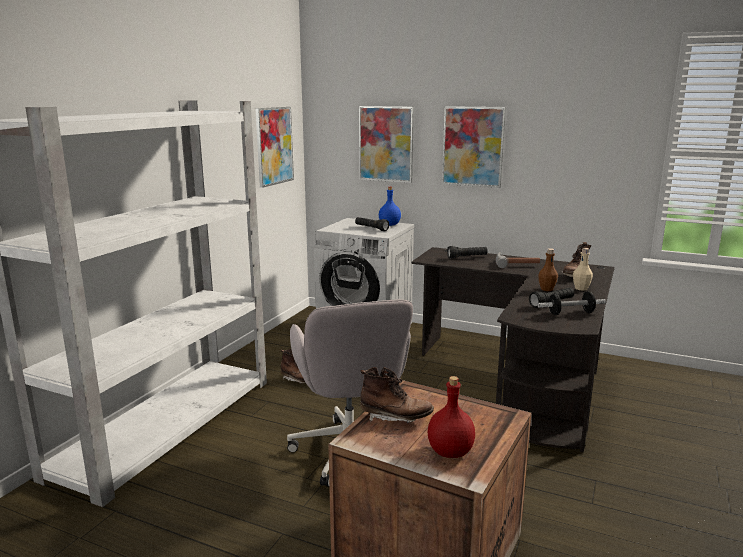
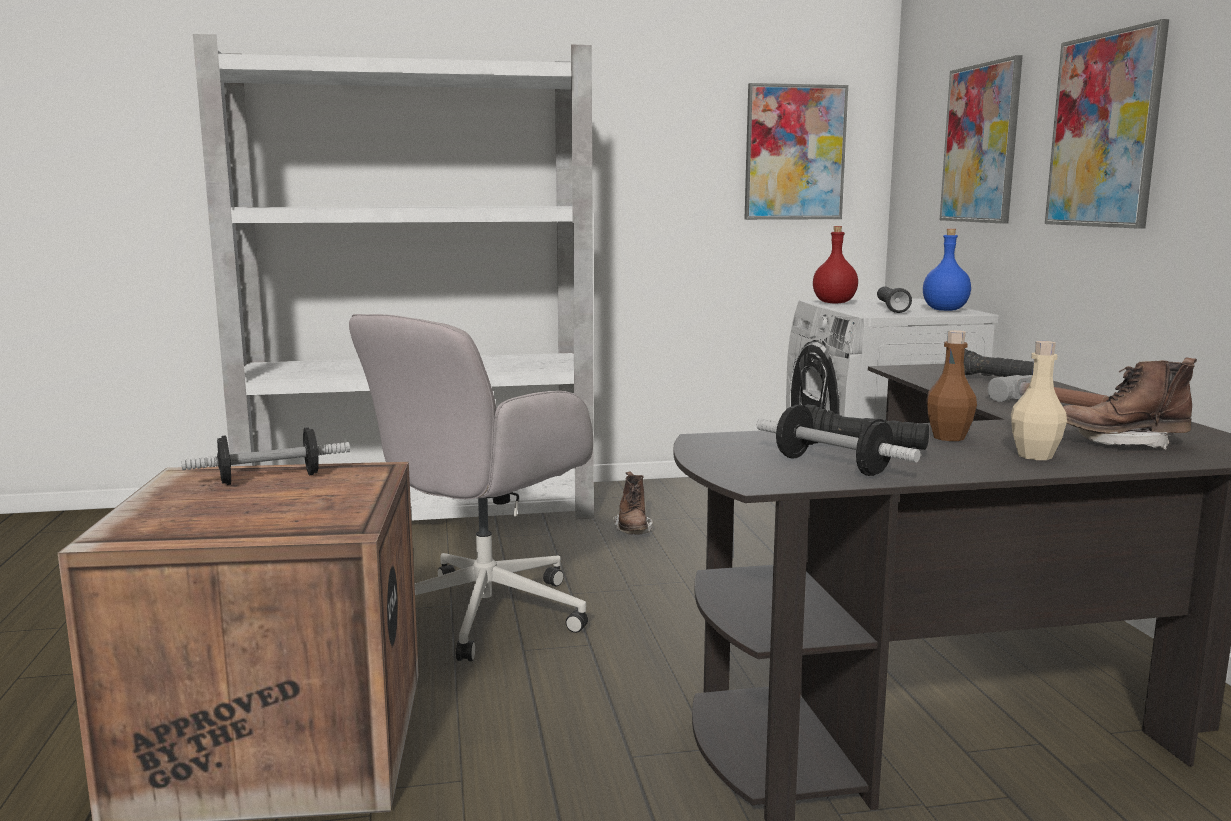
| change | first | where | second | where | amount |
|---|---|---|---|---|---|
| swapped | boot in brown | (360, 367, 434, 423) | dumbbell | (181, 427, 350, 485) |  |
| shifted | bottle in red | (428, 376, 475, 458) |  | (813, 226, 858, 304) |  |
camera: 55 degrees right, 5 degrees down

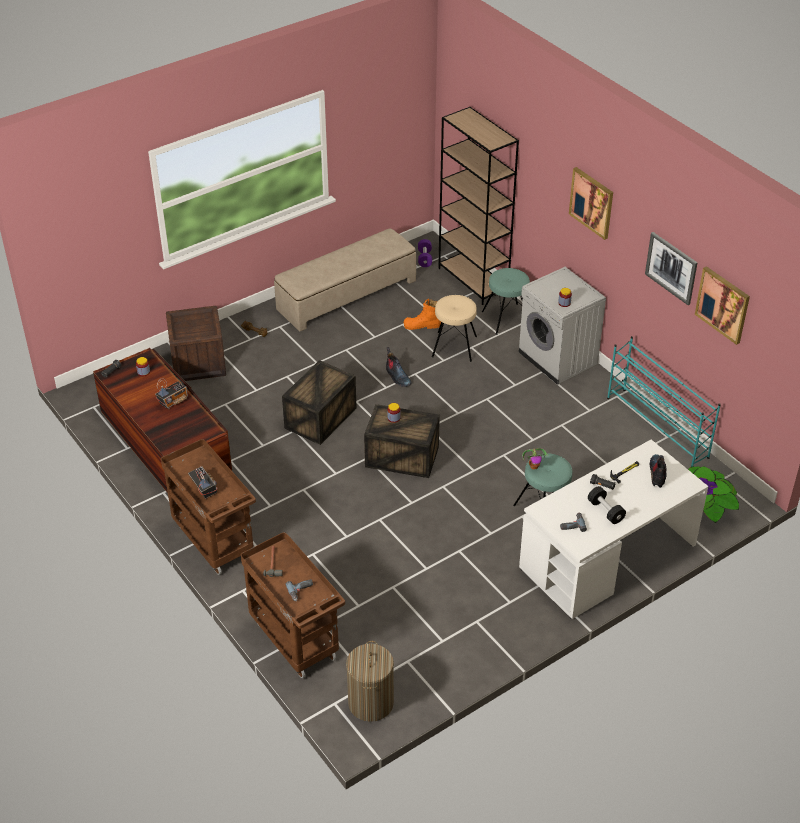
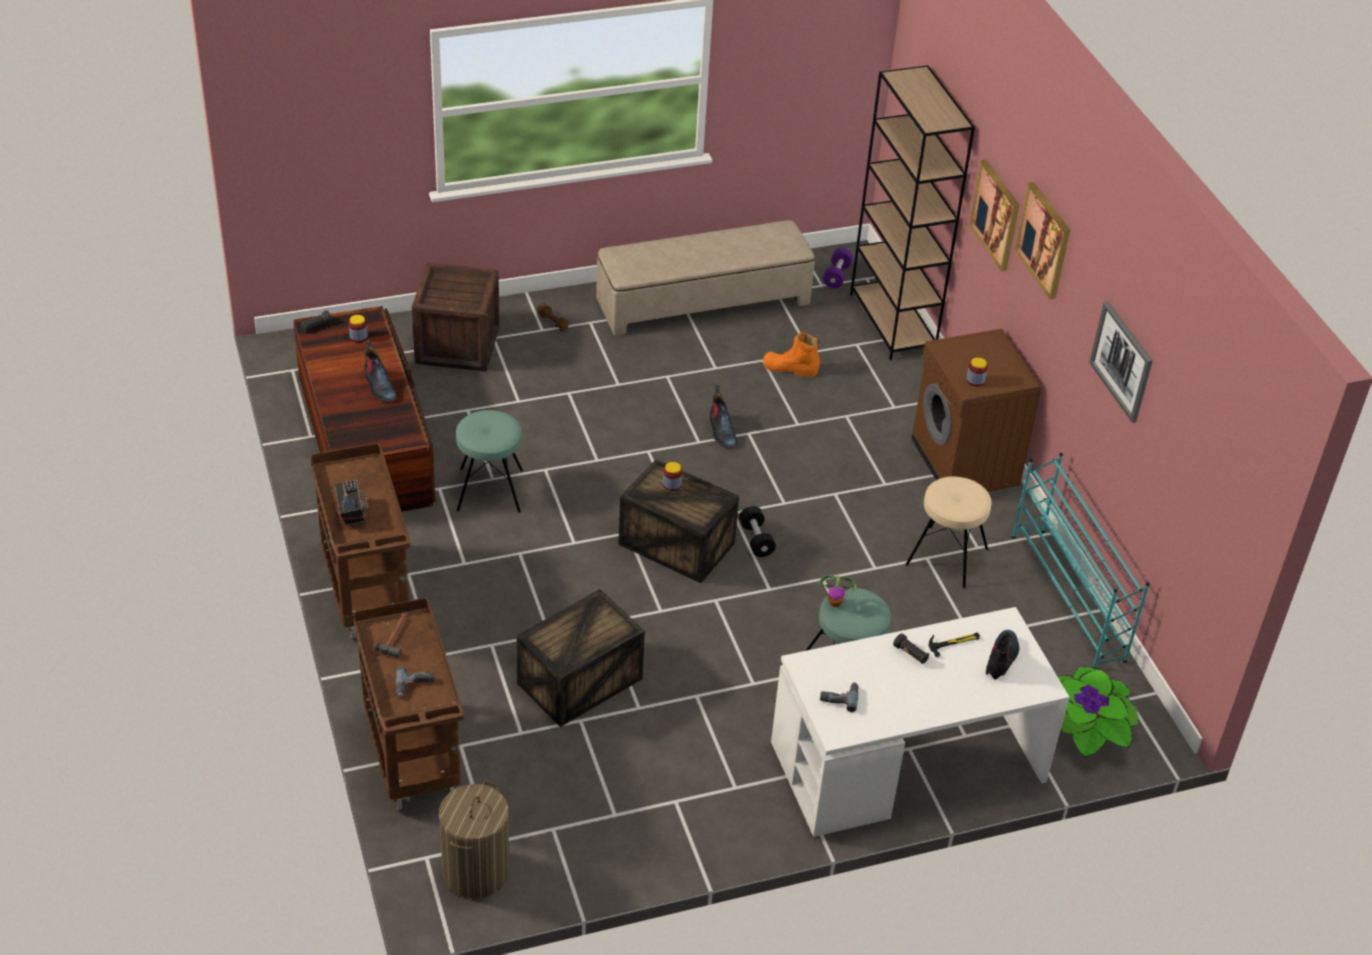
| change | first | where | second | where | amount |
|---|---|---|---|---|---|
| swapped | radio | (155, 378, 188, 409) | boot | (364, 339, 397, 402) |  |
| shifted | crate | (282, 360, 356, 445) |  | (516, 589, 645, 727) |  |
| shifted | stool in beige | (432, 295, 477, 362) |  | (905, 476, 992, 588) |  |
| shifted | stool in turquoise | (482, 268, 530, 335) |  | (456, 410, 523, 513) |  |
| repainted | washing machine in white | (519, 267, 606, 385) | washing machine in brown | (912, 329, 1042, 492) |  |
| shifted | dumbbell in black | (588, 486, 626, 524) |  | (739, 506, 776, 557) |  |
| shifted | picture | (695, 266, 750, 345) |  | (969, 160, 1020, 271) |  |
camera: 15 degrees right, 0 degrees up

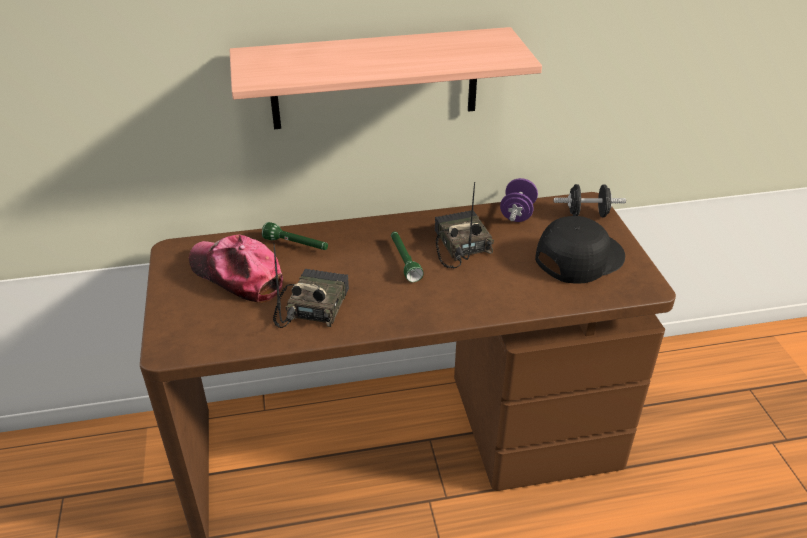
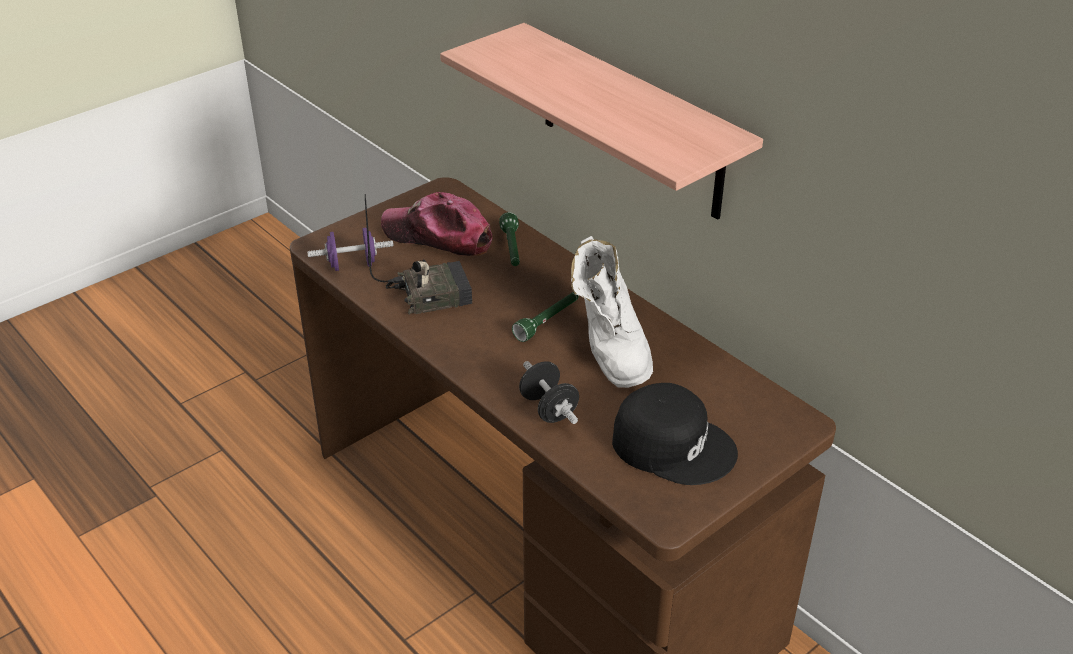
| change | first | where | second | where | amount |
|---|---|---|---|---|---|
| rotated | cap | (189, 234, 283, 303) |  | (381, 192, 492, 256) | 75 degrees counterclockwise |
| swapped | radio | (435, 182, 494, 268) | boot in white | (571, 236, 653, 388) |  |
| shifted | dumbbell in purple | (500, 178, 538, 222) |  | (307, 228, 394, 271) |  |
| shifted | dumbbell in black | (554, 184, 626, 217) |  | (519, 361, 579, 424) |  |
camera: 60 degrees right, 0 degrees up

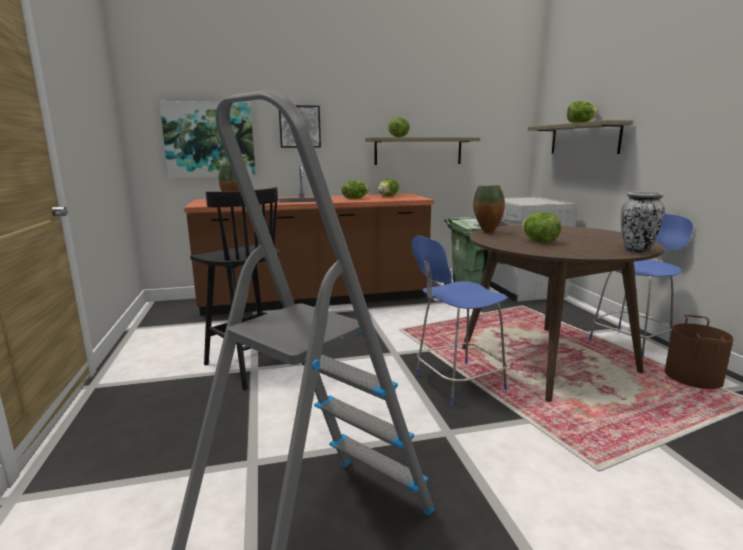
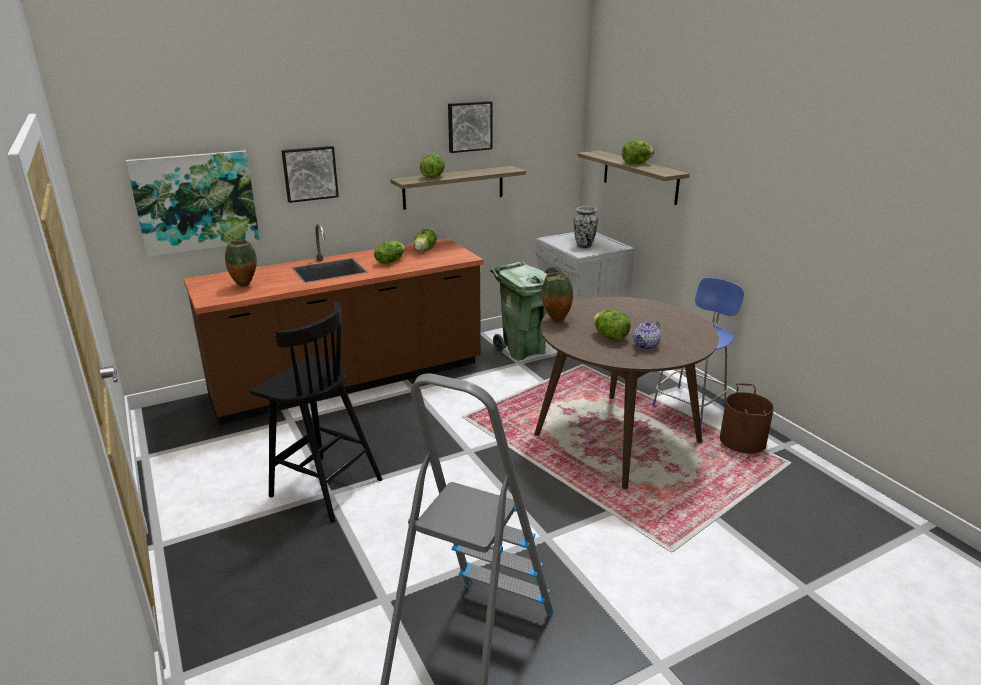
| change | first | where | second | where | amount |
|---|---|---|---|---|---|
| gone | chair in blue | (411, 236, 507, 406) |  |  |  |
| shifted | vase | (621, 192, 665, 254) |  | (574, 206, 598, 248) |  |
| new |  |  | picture | (448, 101, 492, 153) |  |
| new |  |  | teapot | (633, 321, 661, 350) |  |
camera: 15 degrees left, 10 degrees up

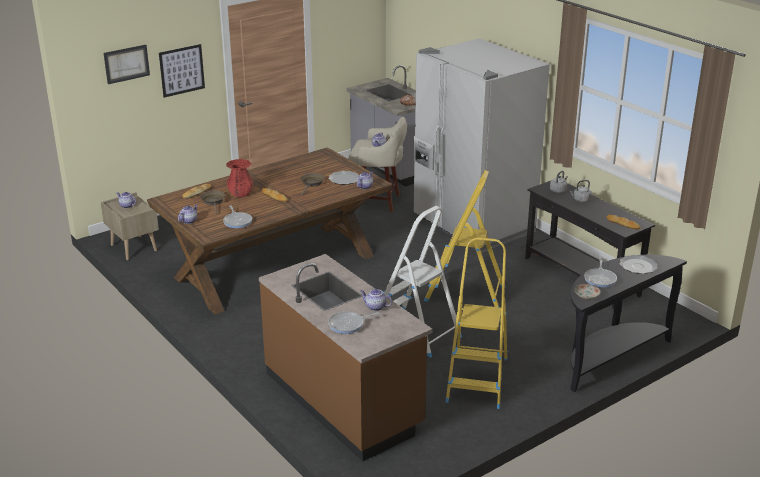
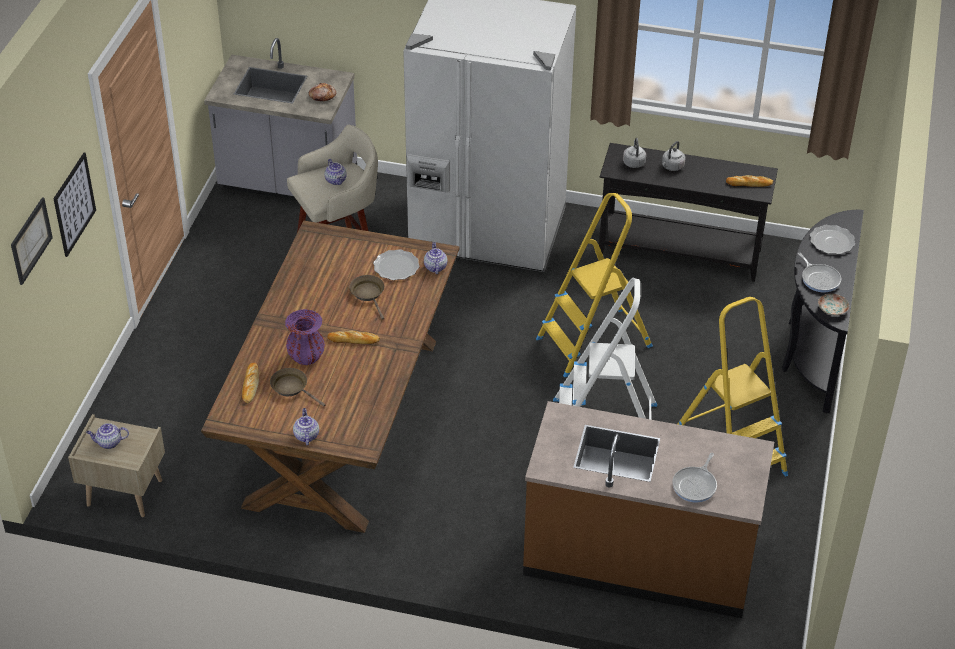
| change | first | where | second | where | amount |
|---|---|---|---|---|---|
| gone | frying pan | (223, 206, 252, 228) |  |  |  |
| repainted | vase in red | (226, 159, 253, 197) | vase in purple | (285, 309, 325, 365) |  |
| gone | teapot | (360, 289, 392, 311) |  |  |  |
camera: 40 degrees left, 15 degrees up

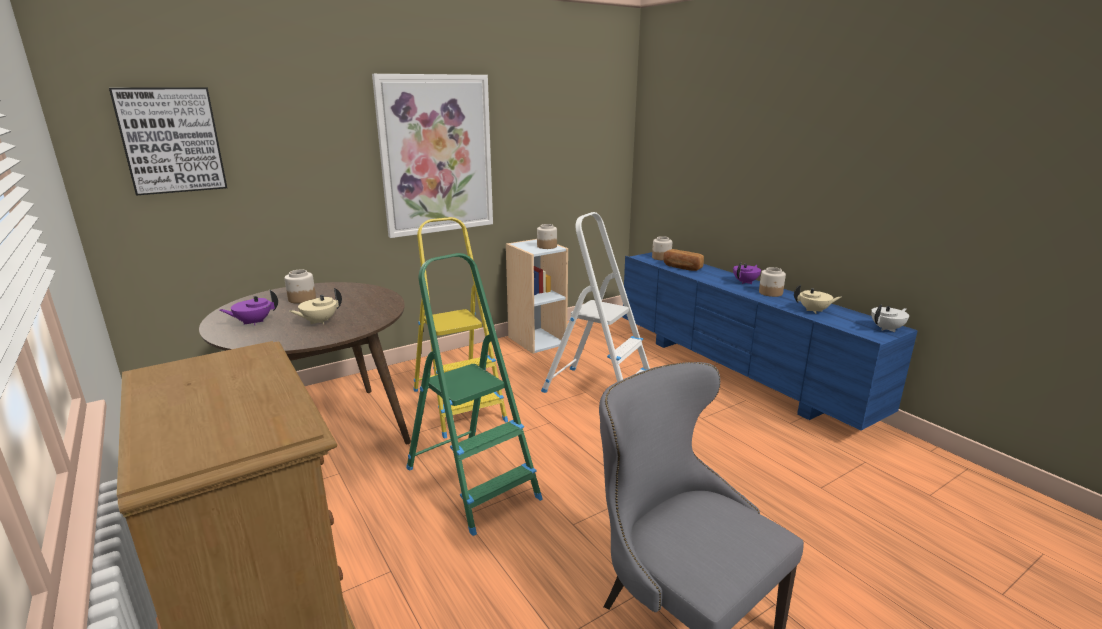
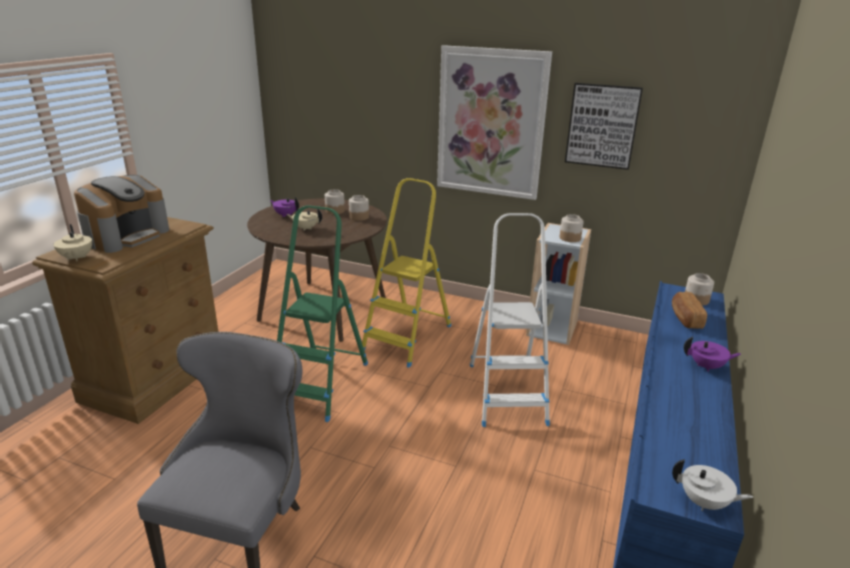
| change | first | where | second | where | amount |
|---|---|---|---|---|---|
| shifted | picture | (109, 87, 227, 196) |  | (565, 83, 643, 170) |  |
| shifted | jar | (759, 267, 786, 297) |  | (349, 195, 369, 221) |  |
| shifted | teapot in beige | (794, 285, 841, 314) |  | (53, 224, 92, 261) |  |
| new |  |  | coffee machine | (74, 175, 169, 253) |  |
camera: 55 degrees right, 5 degrees up

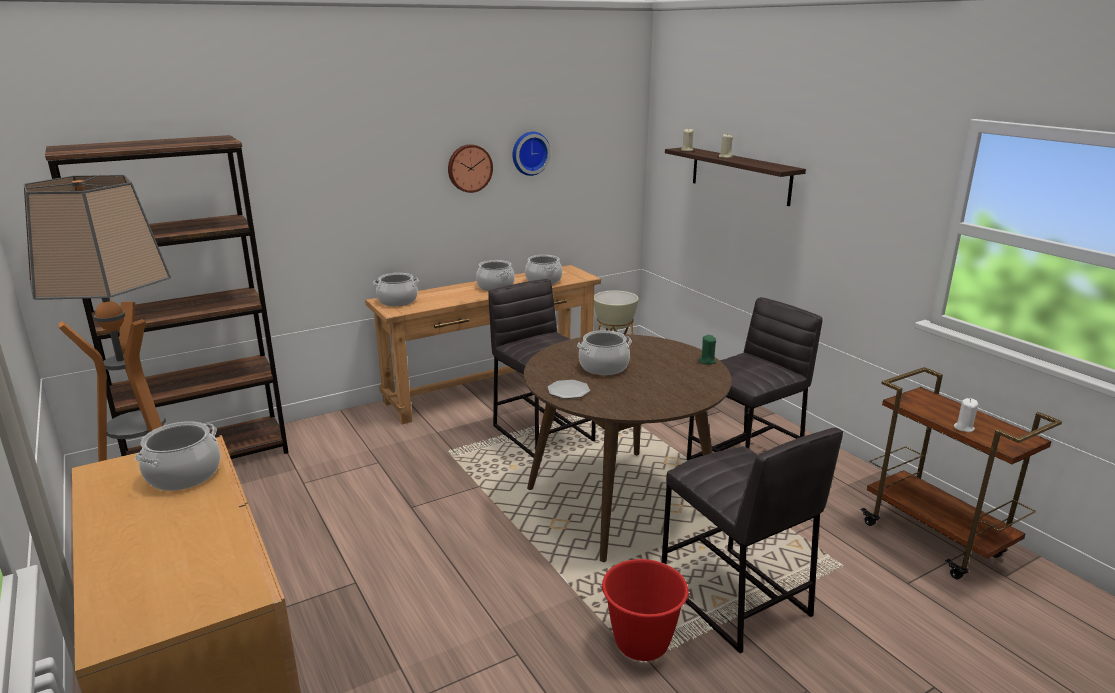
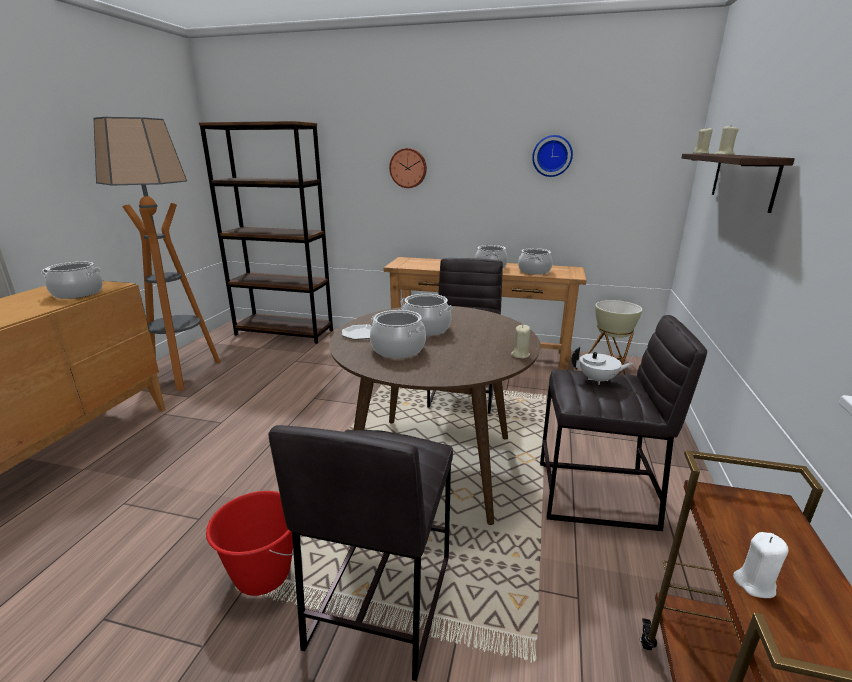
| change | first | where | second | where | amount |
|---|---|---|---|---|---|
| shifted | cooking pot | (373, 273, 419, 306) |  | (370, 310, 426, 358) |  |
| shifted | wall clock | (448, 144, 493, 193) |  | (389, 148, 427, 188) |  |
| repainted | candle in green | (698, 335, 716, 365) | candle in beige | (511, 325, 530, 359) |  |
| new |  |  | teapot in white | (572, 347, 633, 385) |  |
camera: 45 degrees right, 0 degrees up

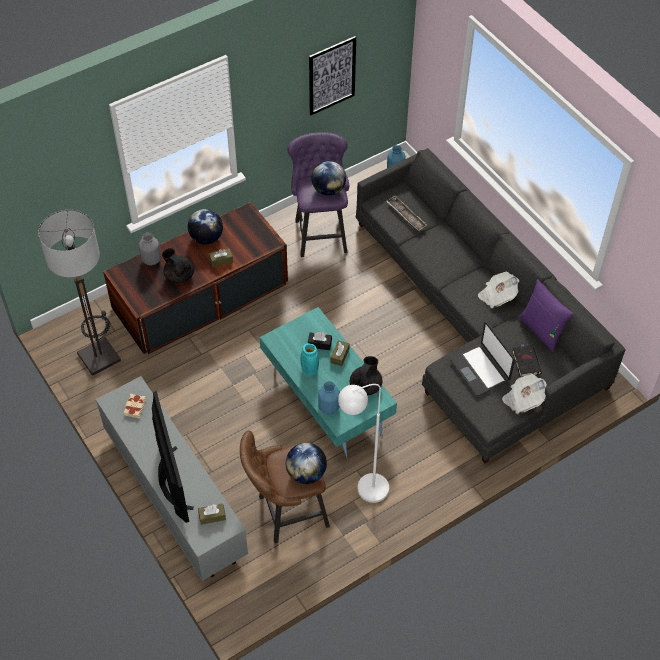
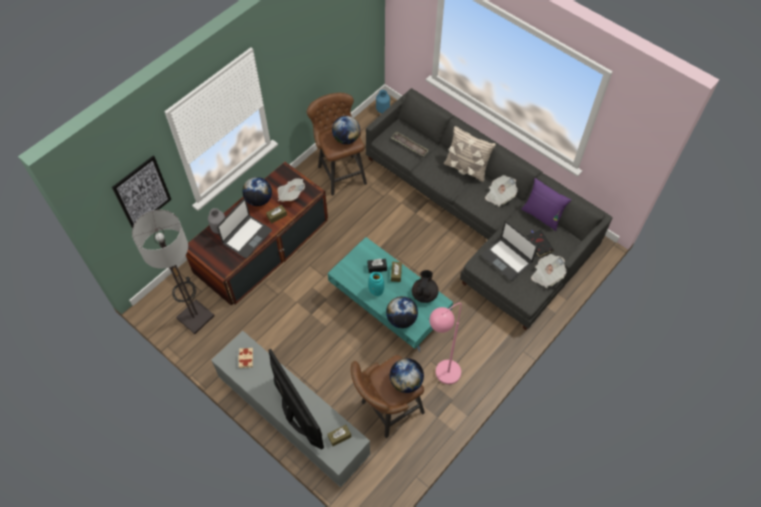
| change | first | where | second | where | amount |
|---|---|---|---|---|---|
| swapped | teapot in black | (162, 248, 194, 283) | laptop | (217, 199, 272, 258) |  |
| repainted | stool in purple | (287, 132, 350, 257) | stool in brown | (307, 93, 367, 196) |  |
| shifted | picture | (309, 36, 356, 115) |  | (112, 156, 172, 229) |  |
| swapped | vase in blue | (318, 381, 340, 415) | globe | (386, 296, 418, 328) |  |
| repainted | floor lamp in white | (338, 384, 389, 503) | floor lamp in pink | (429, 303, 462, 384) |  |
| new |  |  | newspaper | (278, 178, 305, 202) |  |
| new |  |  | pillow in beige | (444, 126, 496, 182) |  |
camera: 15 degrees left, 5 degrees up

